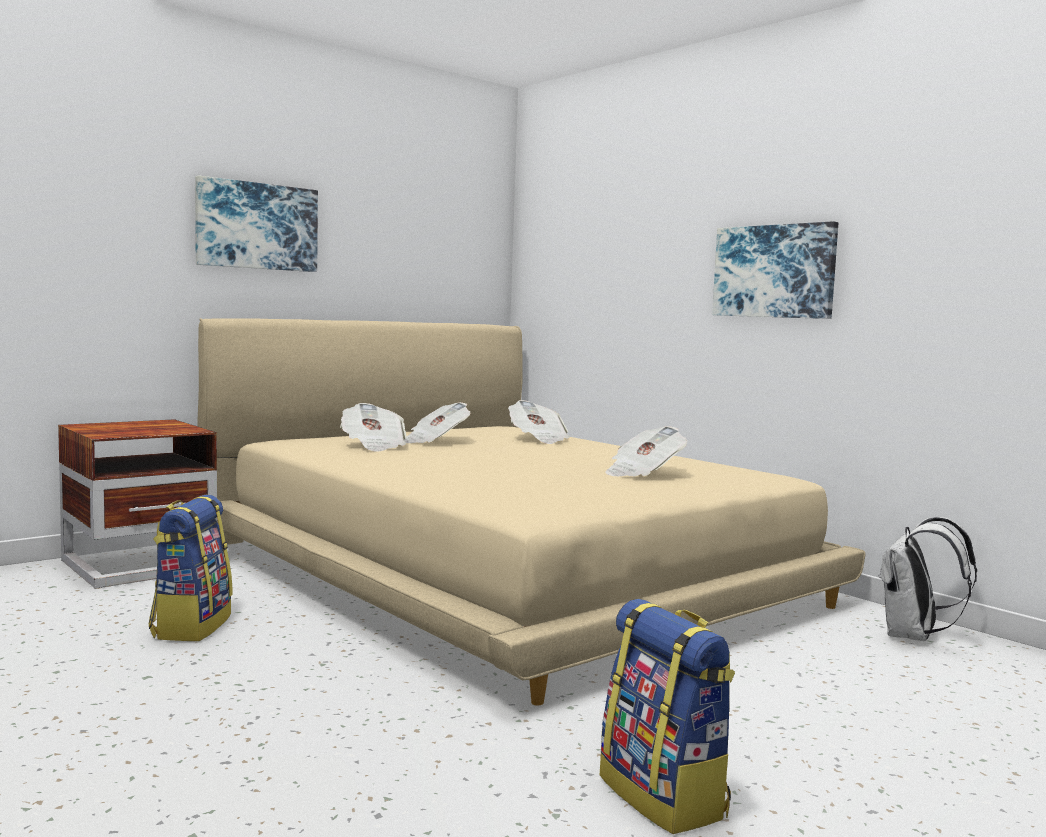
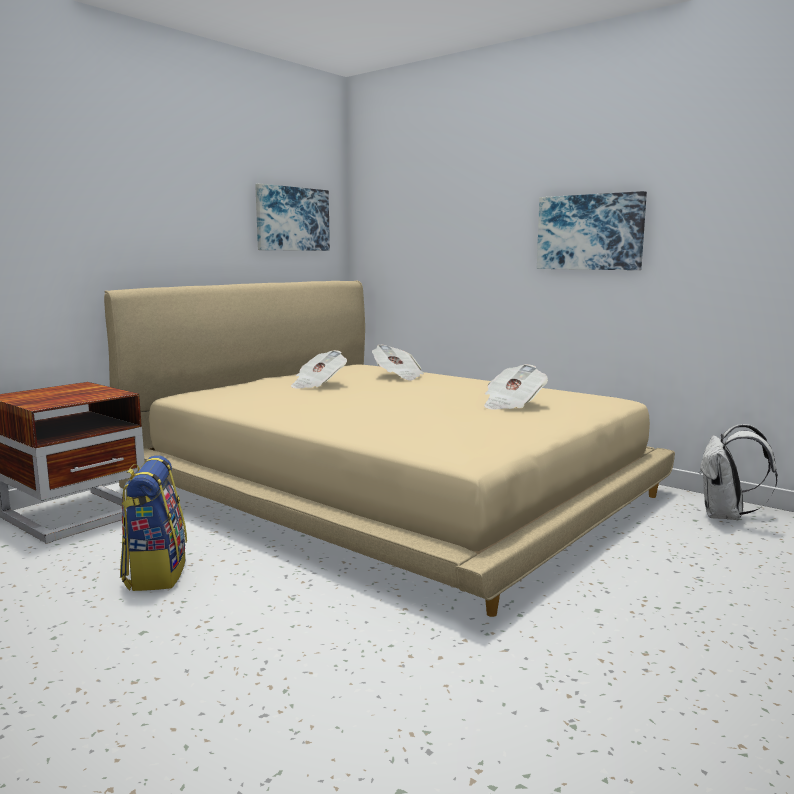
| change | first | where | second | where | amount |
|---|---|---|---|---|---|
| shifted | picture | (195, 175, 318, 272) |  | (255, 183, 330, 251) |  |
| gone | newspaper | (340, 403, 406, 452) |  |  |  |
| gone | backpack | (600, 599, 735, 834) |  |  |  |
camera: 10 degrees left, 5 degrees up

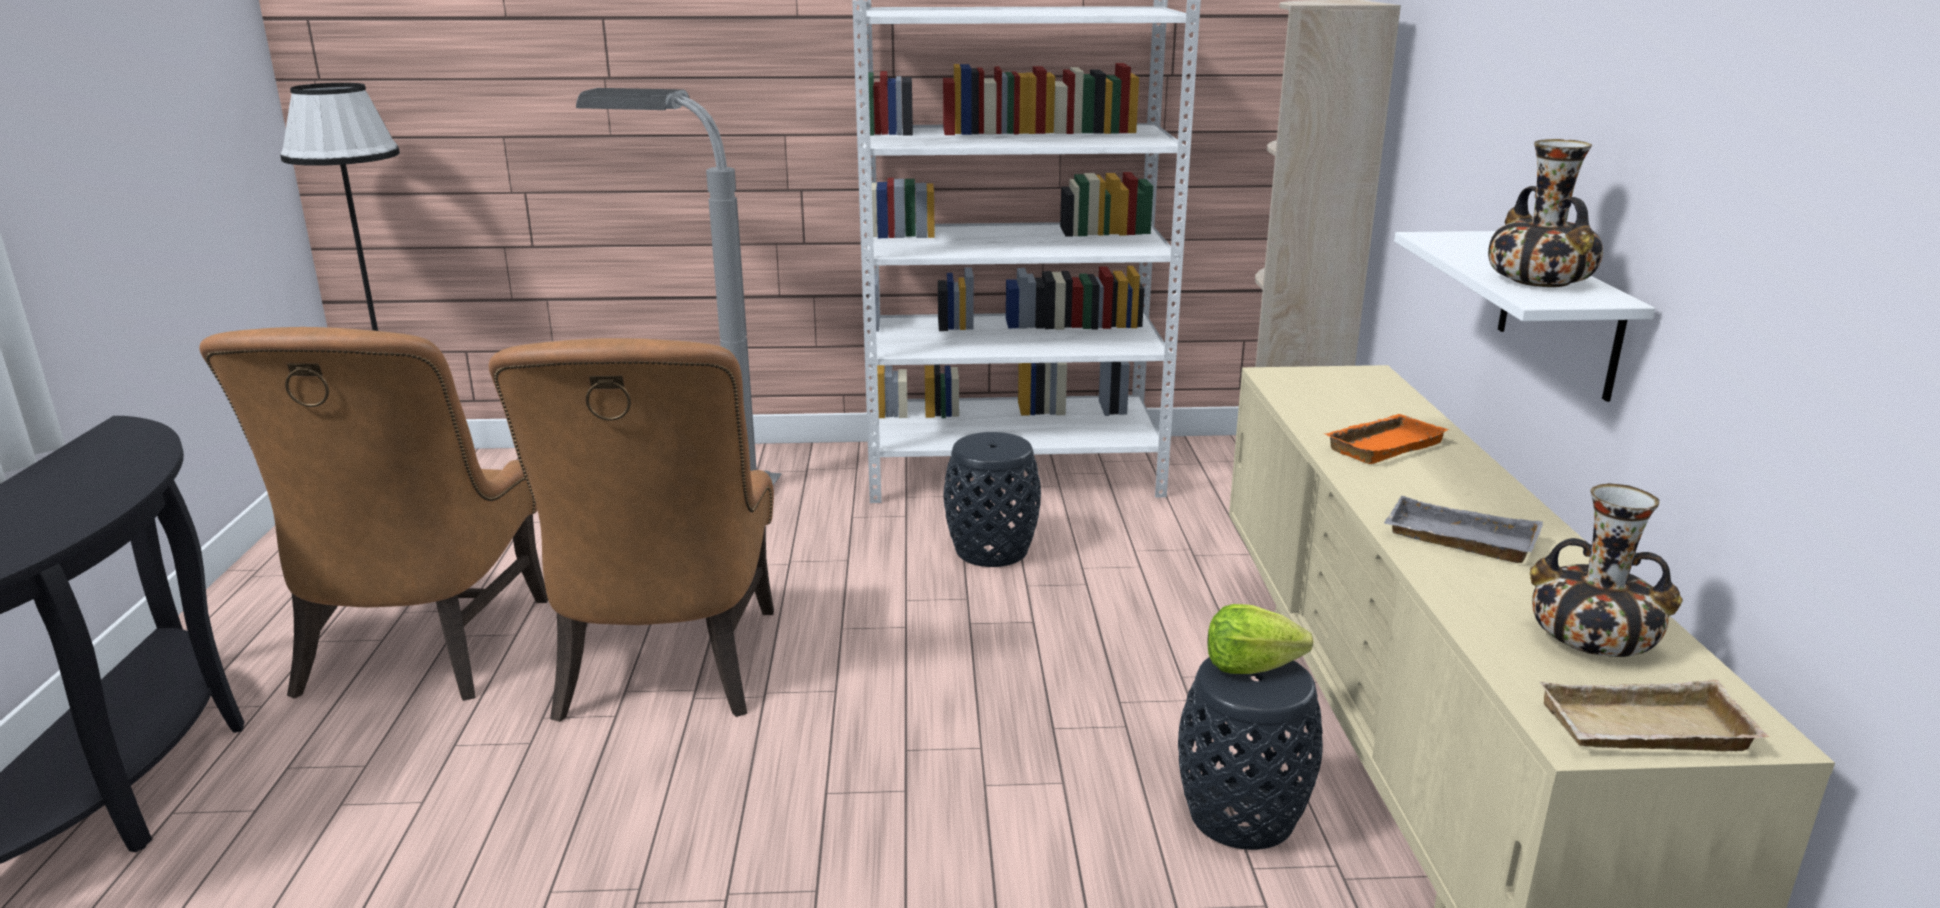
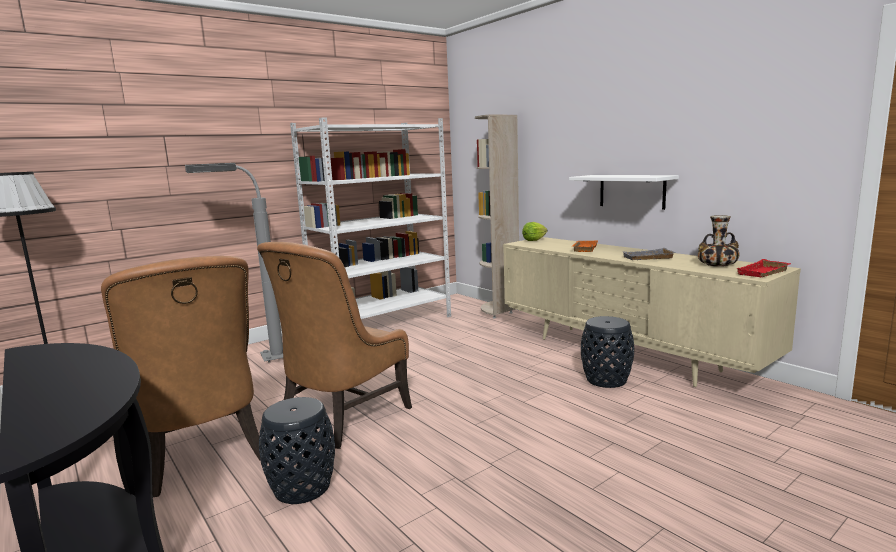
| change | first | where | second | where | amount |
|---|---|---|---|---|---|
| rotated | chair in brown | (489, 338, 774, 722) |  | (257, 242, 412, 449) | 75 degrees clockwise |
| shifted | stool in black | (944, 432, 1041, 567) |  | (259, 397, 335, 504) |  |
| shifted | lettuce | (1208, 604, 1313, 674) |  | (522, 222, 547, 241) |  |
| gone | vase | (1488, 139, 1603, 287) |  |  |  |
| repainted | tray in beige | (1540, 679, 1769, 751) | tray in red | (737, 259, 791, 277) |  |
camera: 35 degrees left, 10 degrees down

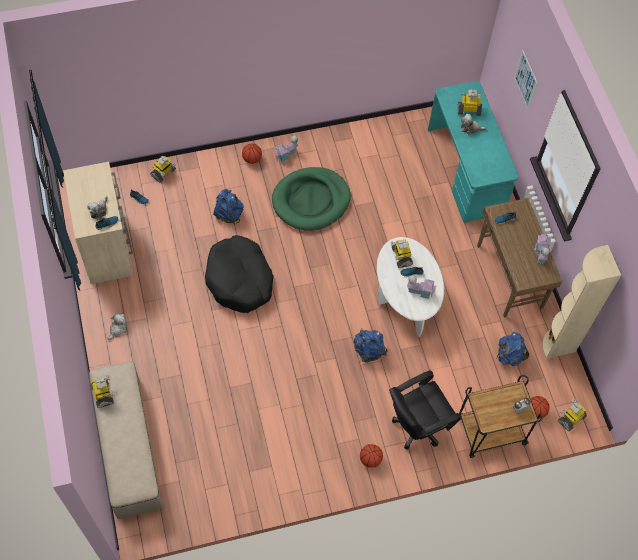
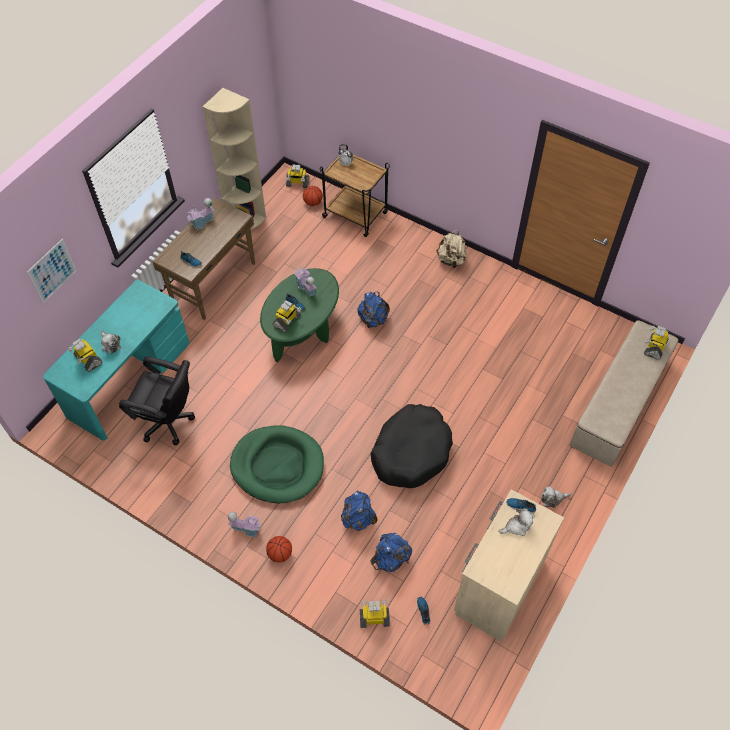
| change | first | where | second | where | amount |
|---|---|---|---|---|---|
| shifted | toy robot | (91, 375, 115, 408) |  | (644, 326, 669, 360) |  |
| swapped | basketball | (360, 444, 383, 468) | backpack in beige | (436, 230, 467, 268) |  |
| repainted | coffee table in white | (377, 237, 444, 337) | coffee table in green | (260, 268, 339, 363) |  |
| shifted | office chair in black | (389, 371, 461, 449) |  | (119, 357, 195, 445) |  |
| shifted | backpack in blue | (497, 332, 529, 366) |  | (370, 533, 412, 572) |  |
camera: 130 degrees left, 5 degrees down

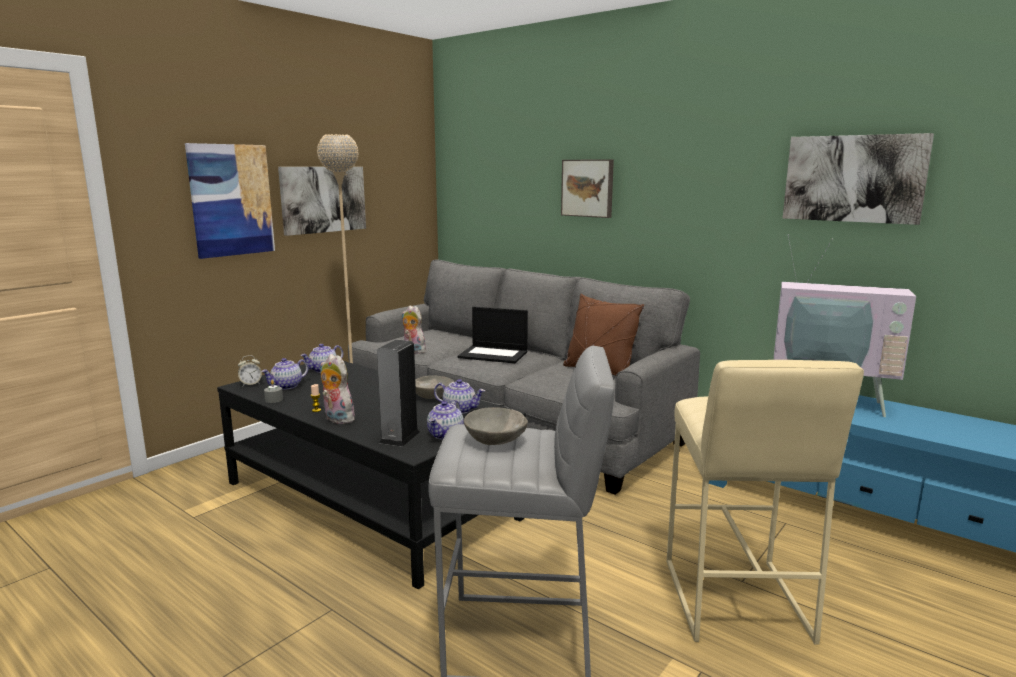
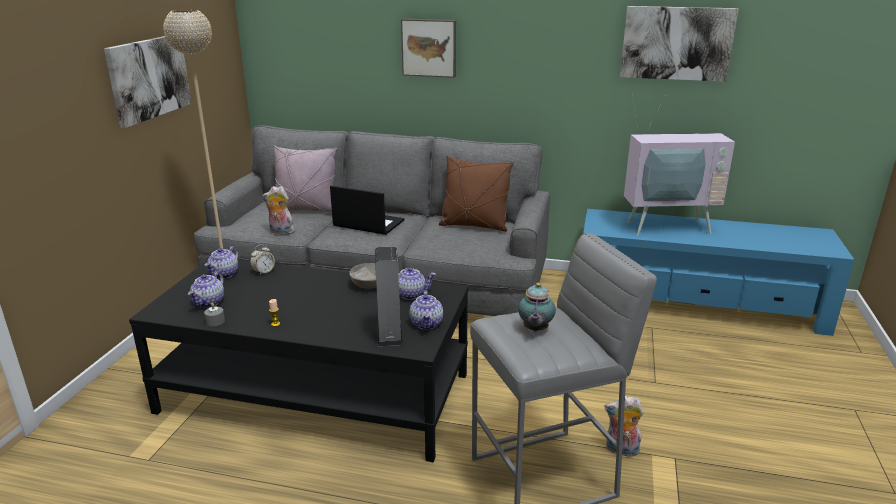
| change | first | where | second | where | amount |
|---|---|---|---|---|---|
| gone | picture | (185, 143, 275, 259) |  |  |  |
| shifted | alarm clock | (238, 355, 262, 386) |  | (250, 244, 275, 275) |  |
| shifted | plush toy | (320, 354, 355, 424) |  | (604, 396, 644, 459) |  |
| rotated | laptop | (458, 307, 528, 363) |  | (330, 185, 404, 235) | 150 degrees counterclockwise |
| swapped | bowl in grey | (464, 407, 528, 445) | teapot | (518, 283, 556, 332) |  |
| gone | stool in beige | (666, 360, 864, 645) |  |  |  |
| new |  |  | pillow in purple | (273, 146, 337, 213) |  |
camera: 25 degrees left, 10 degrees up

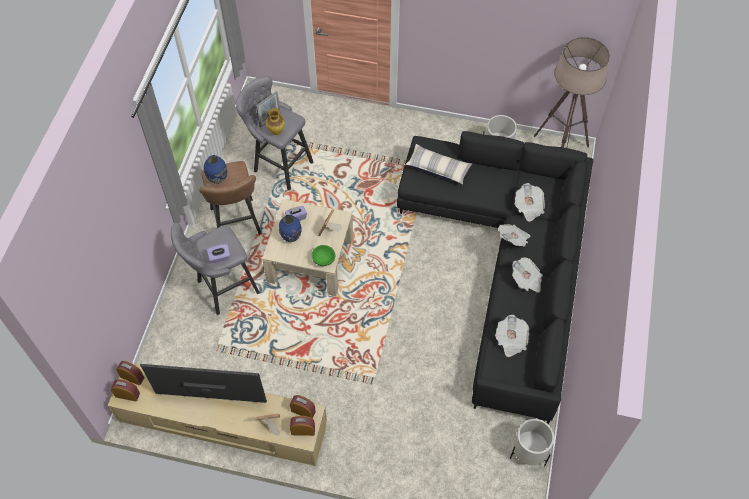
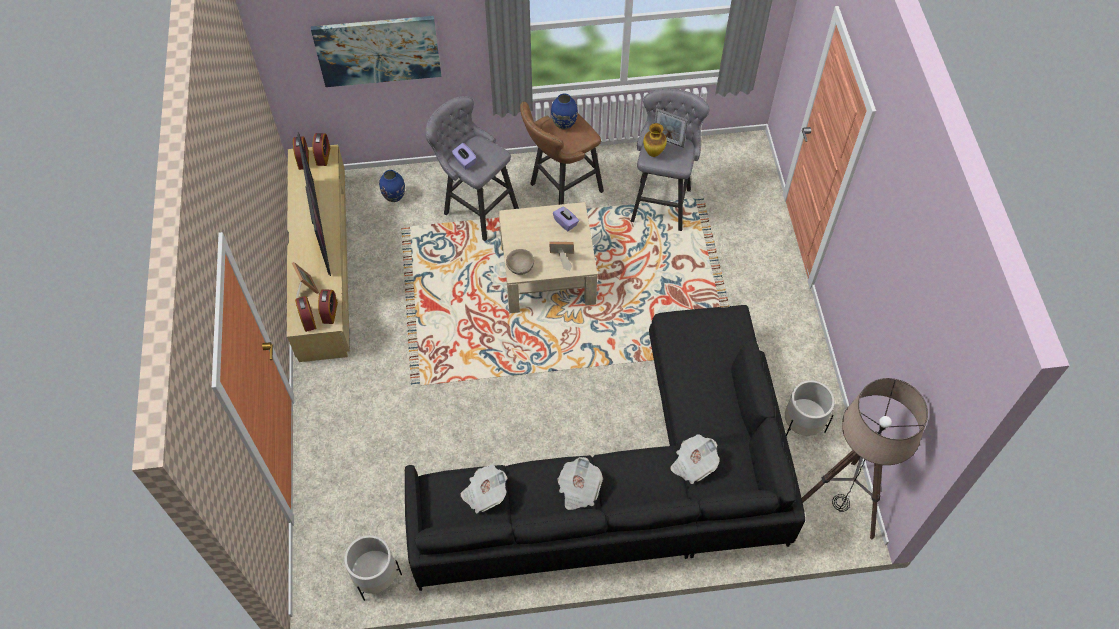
| change | first | where | second | where | amount |
|---|---|---|---|---|---|
| shifted | vase in blue | (279, 215, 302, 242) |  | (379, 170, 405, 202) |  |
| repainted | bowl in green | (312, 245, 335, 266) | bowl in beige | (506, 249, 534, 275) |  |
| gone | pillow | (405, 144, 472, 185) |  |  |  |
| gone | newspaper | (498, 224, 530, 247) |  |  |  |
| new |  |  | picture | (311, 16, 441, 87) |  |
camera: 70 degrees right, 0 degrees up

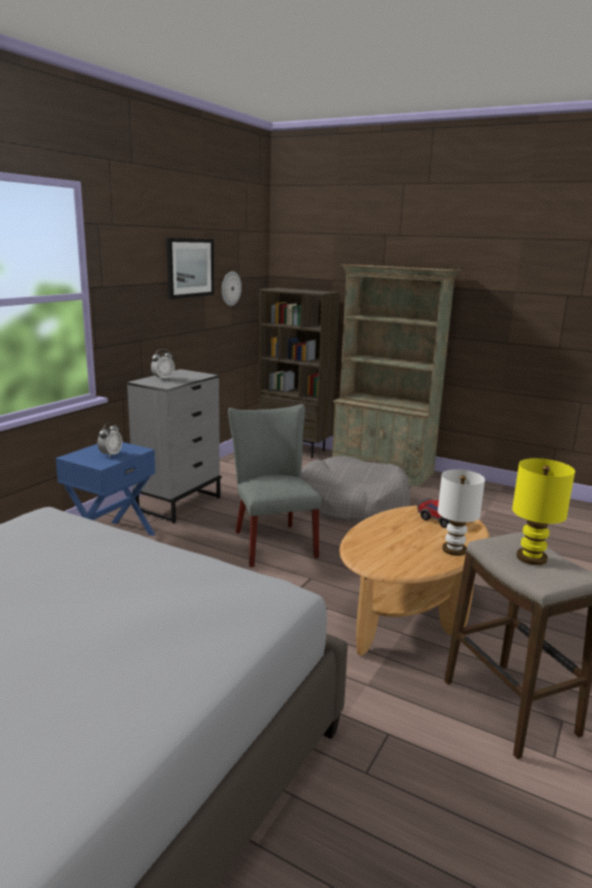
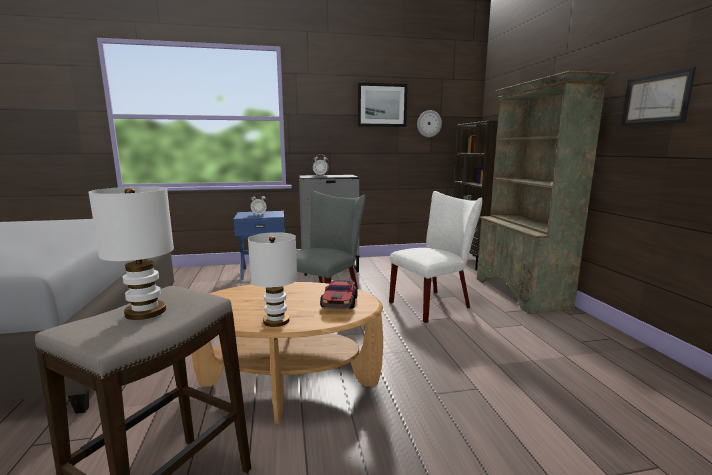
| change | first | where | second | where | amount |
|---|---|---|---|---|---|
| swapped | dog bed in grey | (301, 456, 410, 522) | chair in white | (389, 191, 483, 323) |  |
| repainted | table lamp in yellow | (512, 458, 575, 565) | table lamp in white | (88, 187, 174, 320) |  |
| new |  |  | picture | (621, 67, 696, 127) |  |
camera: 50 degrees right, 5 degrees down

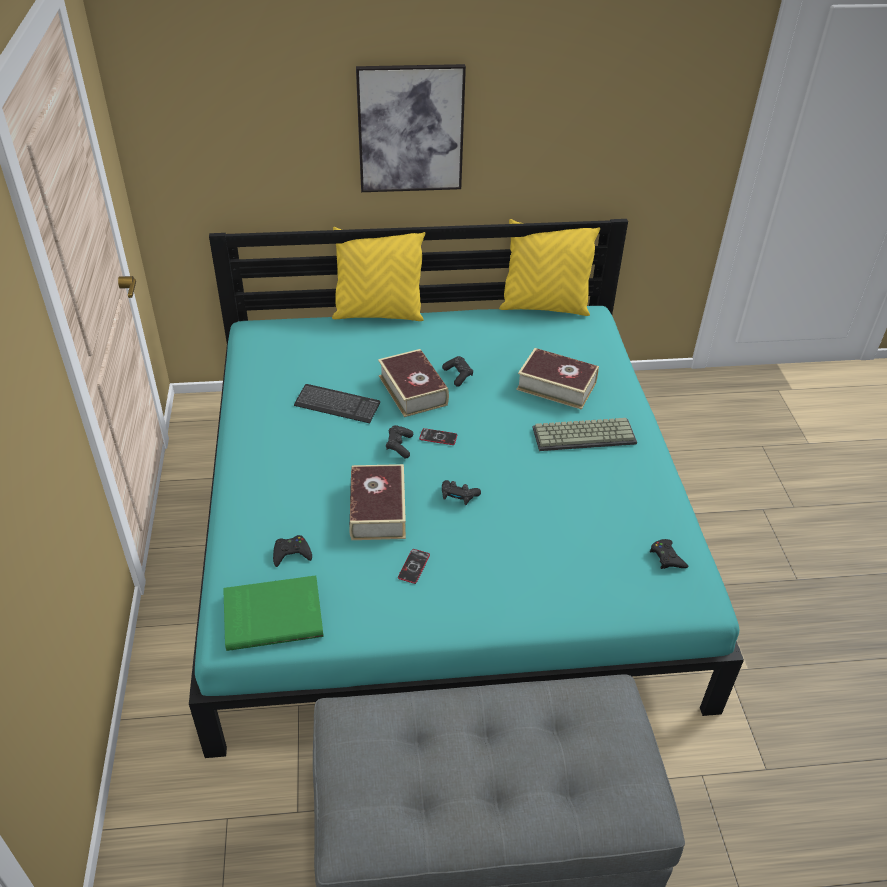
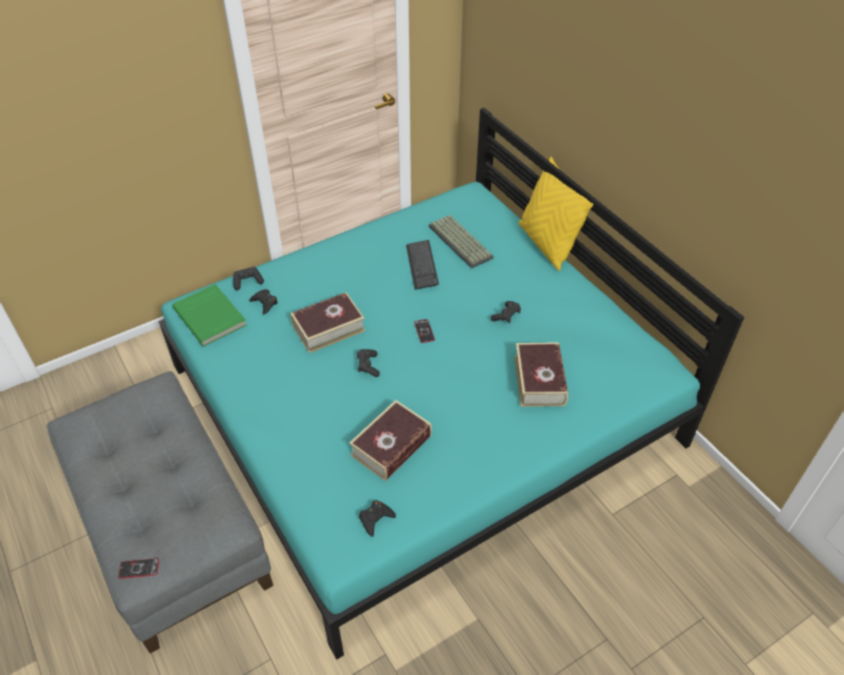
| change | first | where | second | where | amount |
|---|---|---|---|---|---|
| gone | picture | (356, 64, 466, 192) |  |  |  |
| shifted | book | (378, 349, 449, 417) |  | (349, 400, 432, 481) |  |
| shifted | game controller in black | (386, 425, 413, 458) |  | (233, 267, 264, 290) |  |
| shifted | phone | (398, 549, 430, 584) |  | (118, 558, 159, 579) |  |
| gone | pillow in yellow | (499, 219, 600, 316) |  |  |  |
| shifted | keyboard | (533, 418, 637, 451) |  | (429, 215, 494, 269) |  |
camera: 65 degrees right, 5 degrees up

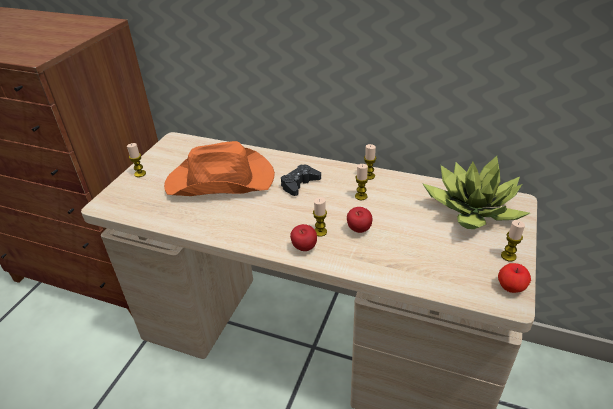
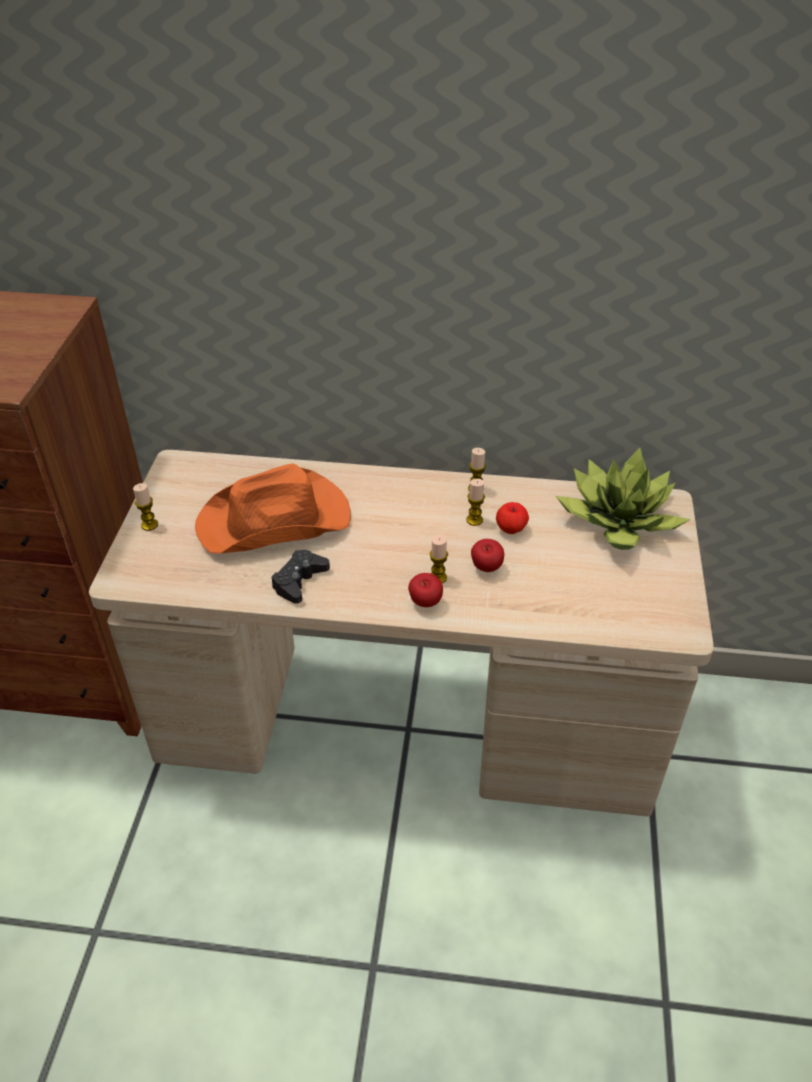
| change | first | where | second | where | amount |
|---|---|---|---|---|---|
| shifted | game controller in black | (281, 165, 321, 196) |  | (272, 550, 330, 604) |  |
| shifted | apple | (498, 263, 531, 293) |  | (496, 502, 529, 534) |  |
| gone | candle | (501, 220, 525, 261) |  |  |  |
camera: 15 degrees left, 5 degrees up

